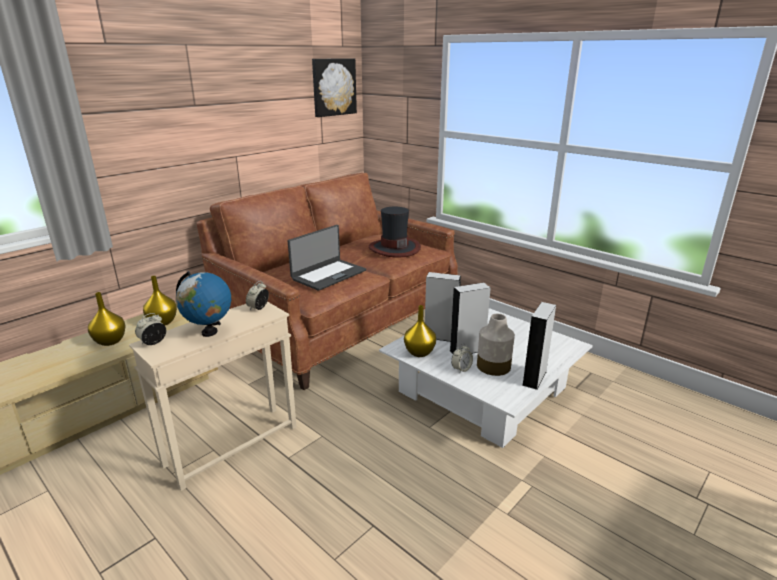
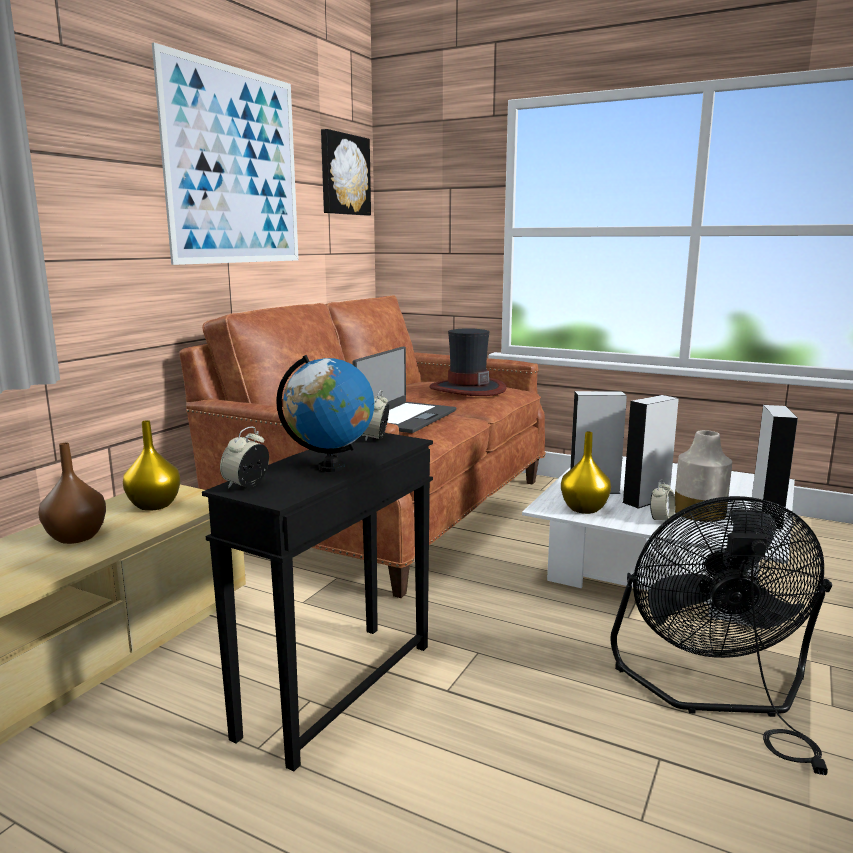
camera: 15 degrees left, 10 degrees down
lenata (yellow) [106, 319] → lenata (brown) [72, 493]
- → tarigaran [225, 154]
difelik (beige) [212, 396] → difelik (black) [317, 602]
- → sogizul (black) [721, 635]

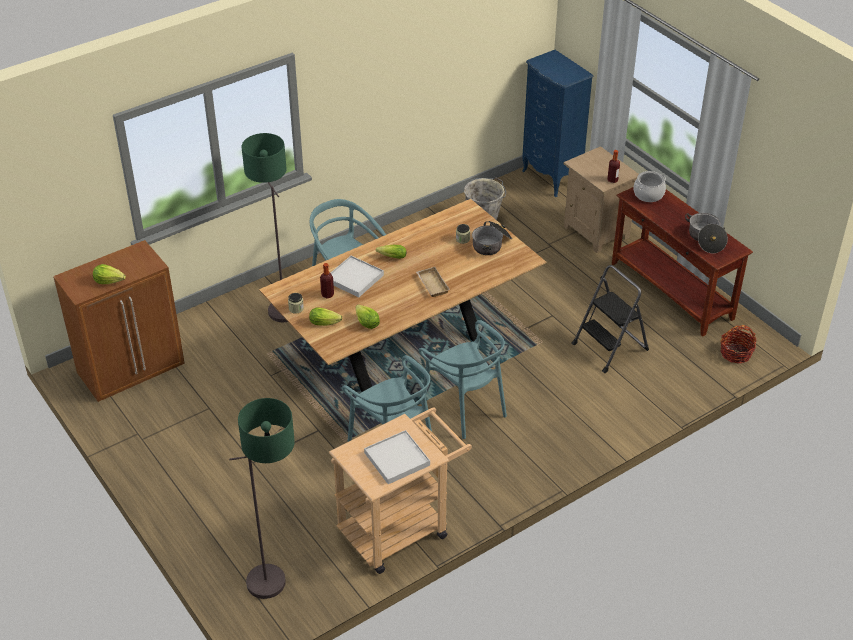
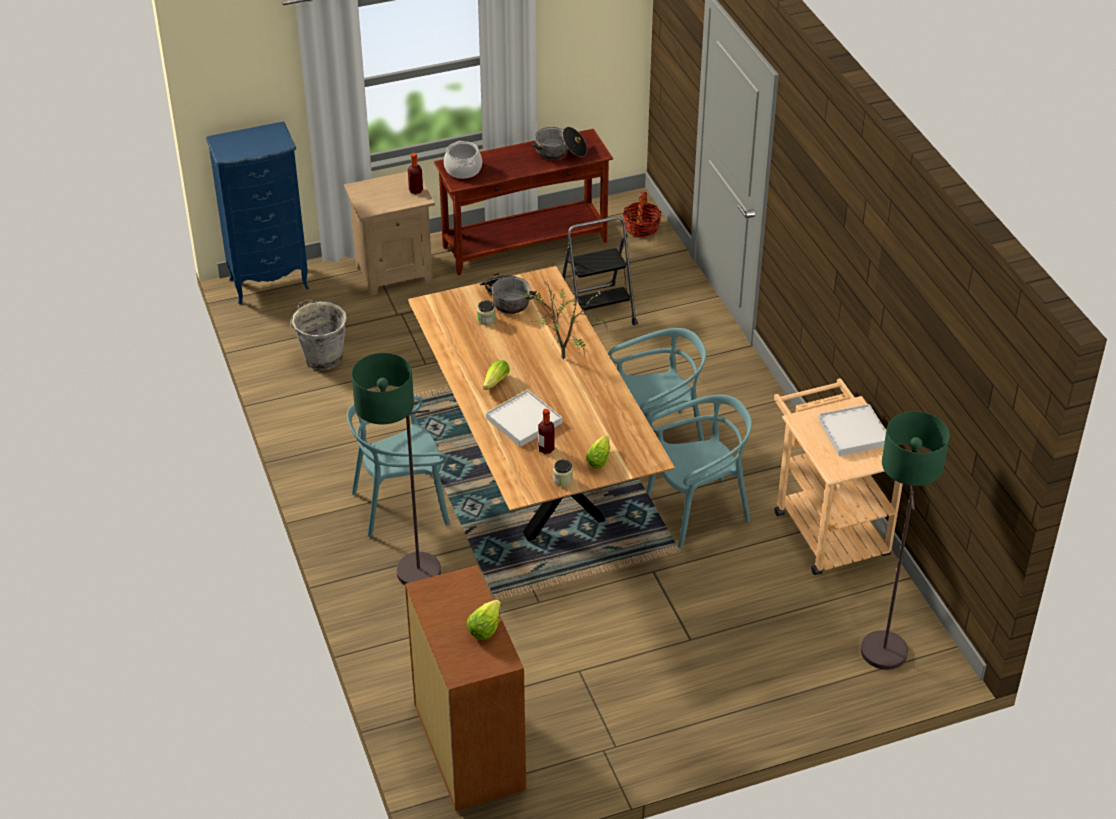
camera: 75 degrees left, 0 degrees up
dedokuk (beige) [433, 282] → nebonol [564, 319]
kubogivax [368, 316] → -

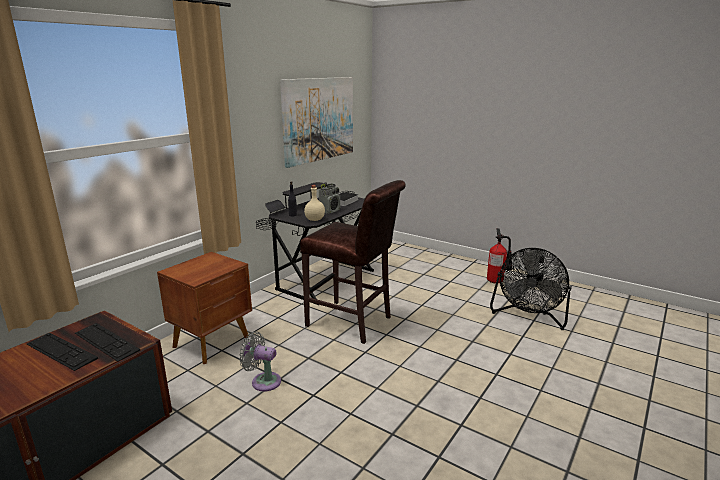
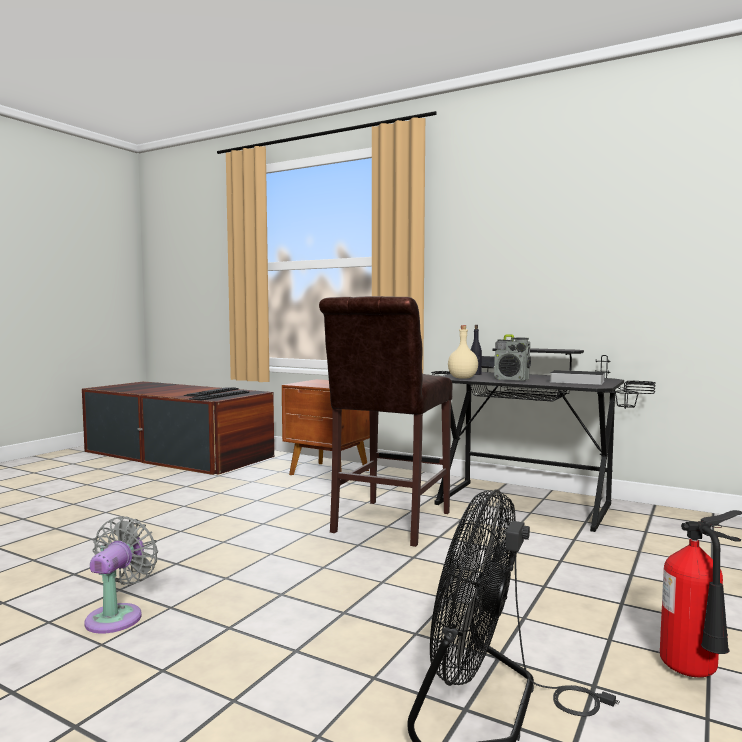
camera: 85 degrees right, 15 degrees down
sogizul (grey) [260, 361] → sogizul (grey) [121, 575], shifted
tarigaran [316, 122] → -

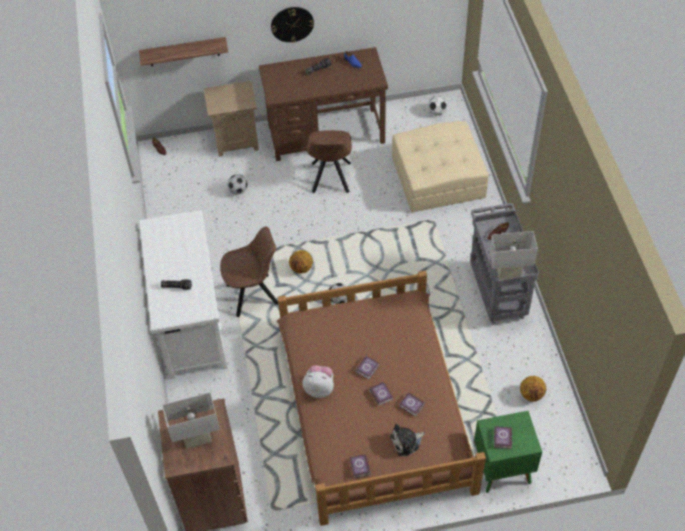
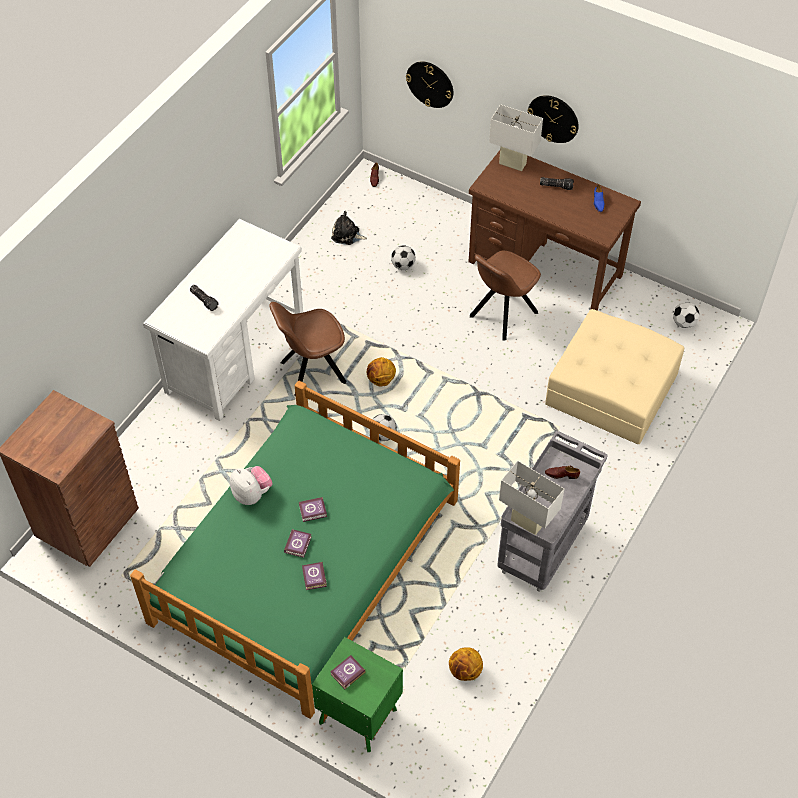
camera: 40 degrees right, 0 degrees up
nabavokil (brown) [381, 398] → nabavokil (green) [295, 550]
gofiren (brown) [249, 271] → gofiren (brown) [308, 349], 135 degrees clockwise
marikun [407, 440] → marikun [349, 228], shifted
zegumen [183, 51] → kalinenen [429, 84]
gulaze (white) [191, 420] → gulaze (white) [516, 137], shifted
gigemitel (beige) [231, 119] → -
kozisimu [360, 466] → -

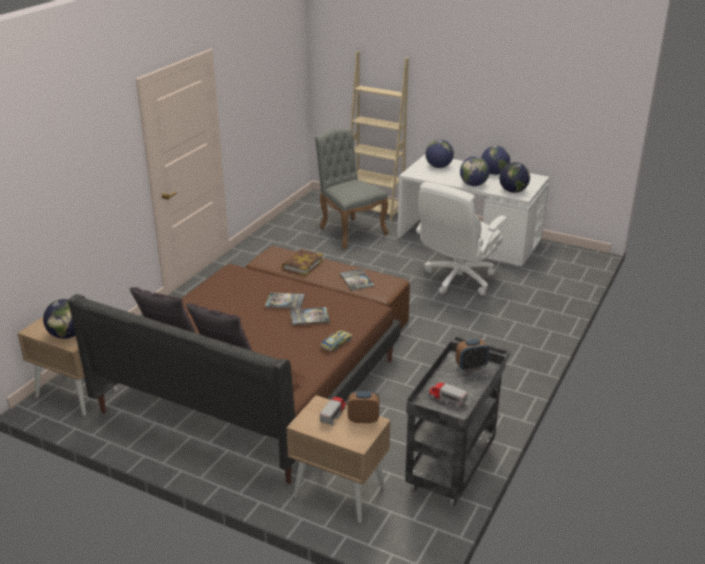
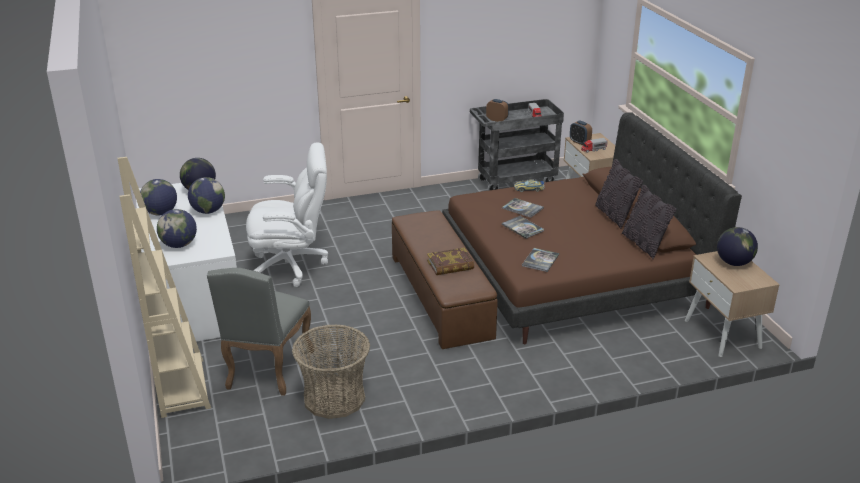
camera: 135 degrees left, 0 degrees up
- → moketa [331, 371]
kozisimu [357, 280] → kozisimu [540, 260], shifted

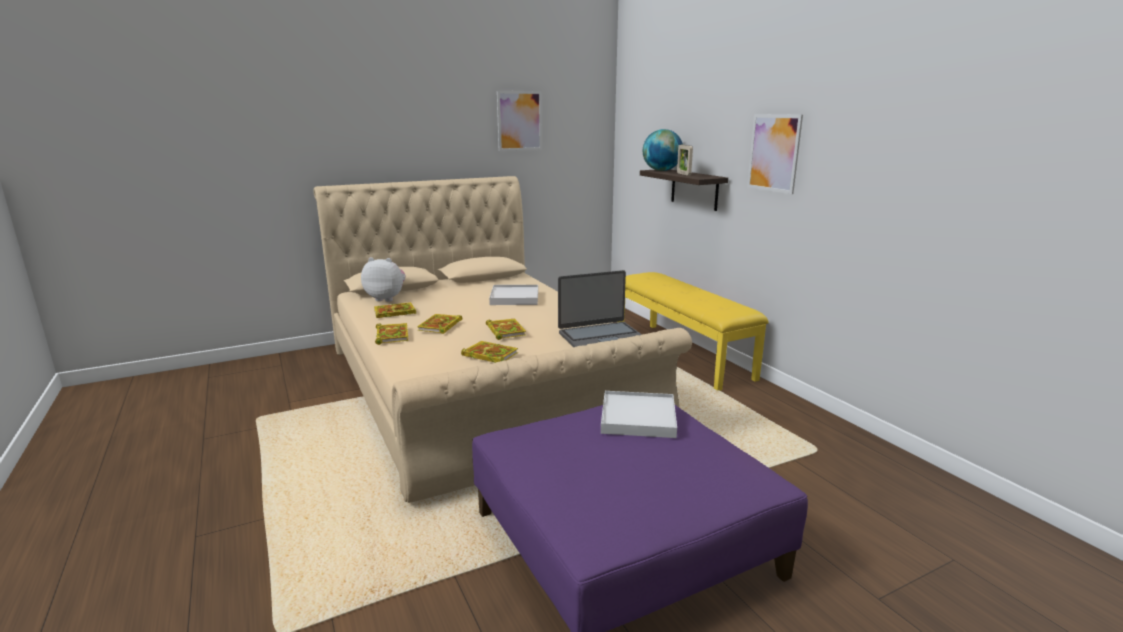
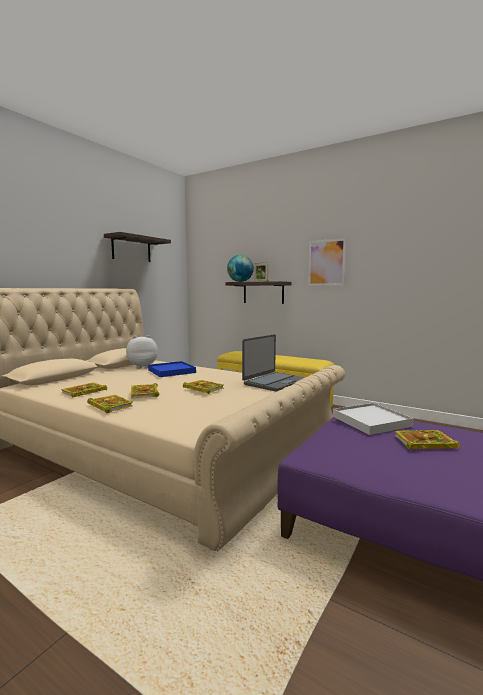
camera: 30 degrees left, 10 degrees down
tarigaran [519, 121] → zegumen [137, 247]
marikun [383, 279] → marikun [142, 351], shifted
dedokuk (white) [513, 295] → dedokuk (blue) [172, 369]
kozisimu [489, 352] → kozisimu [427, 439], shifted

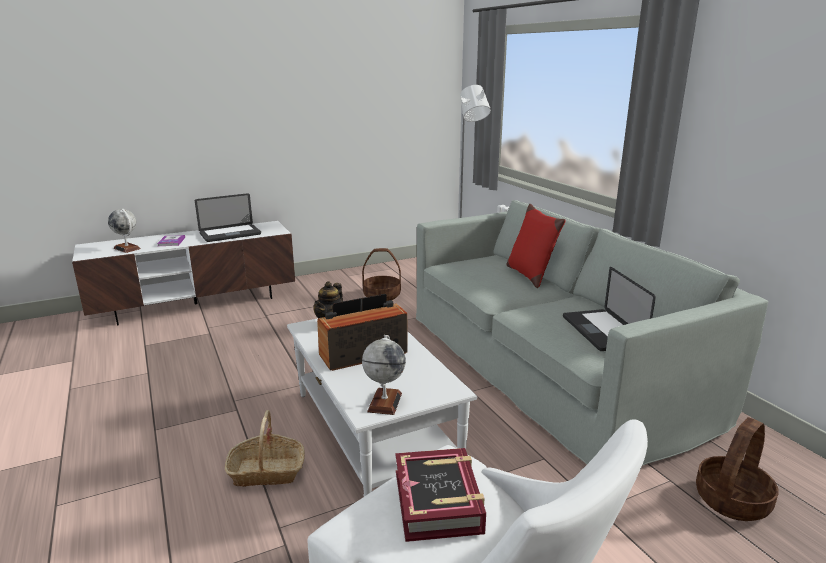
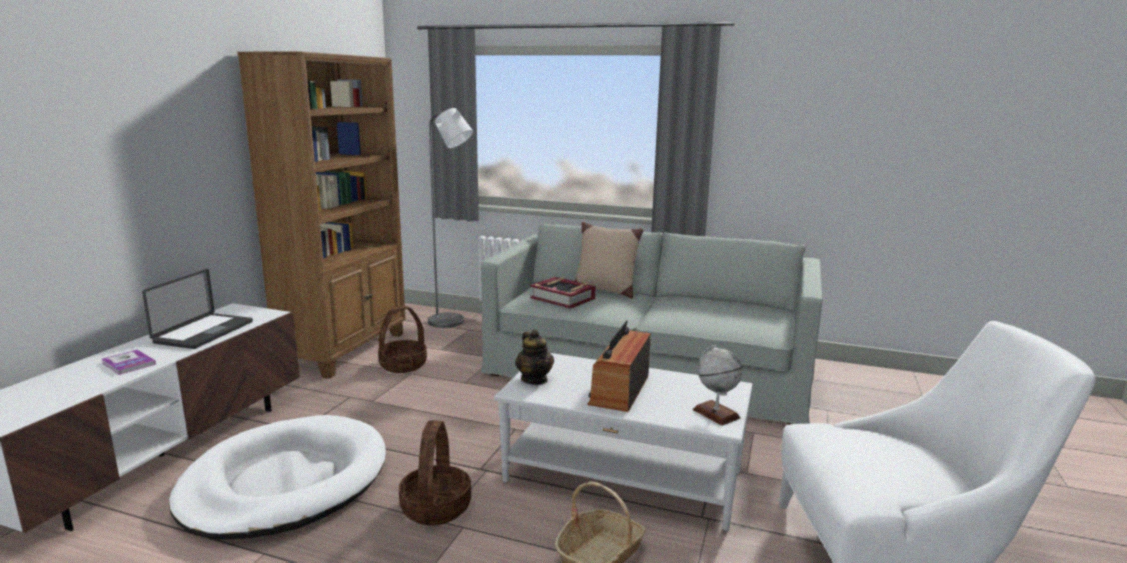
camera: 45 degrees left, 5 degrees down
- → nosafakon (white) [277, 477]
- → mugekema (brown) [322, 215]
moketa [737, 469] → moketa [435, 472], shifted
kozisimu [441, 495] → kozisimu [563, 293], shifted
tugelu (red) [536, 246] → tugelu (beige) [609, 260]
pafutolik [124, 231] → -
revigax [609, 309] → -

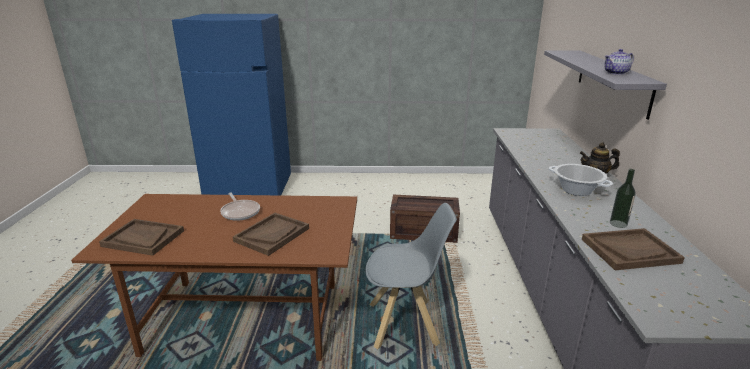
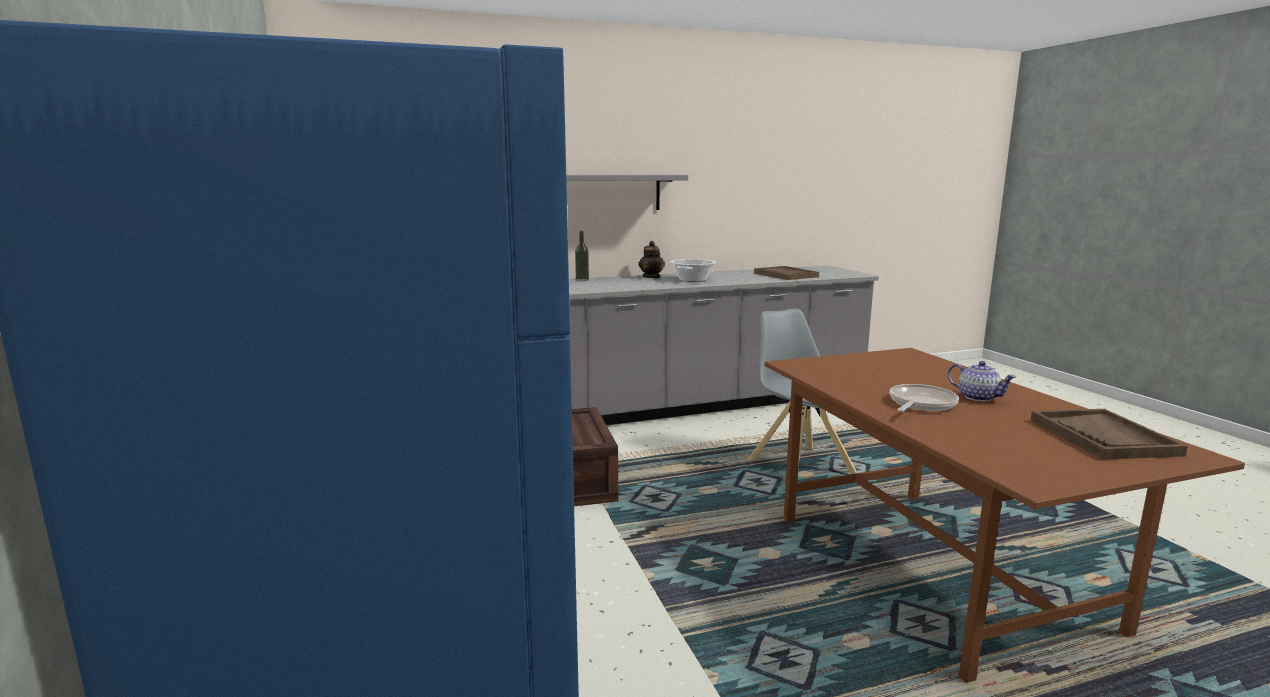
camera: 110 degrees left, 10 degrees down
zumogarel [623, 198] → zumogarel [582, 256], shifted
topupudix [619, 62] → topupudix [982, 381], shifted
dedokuk (brown) [271, 234] → -

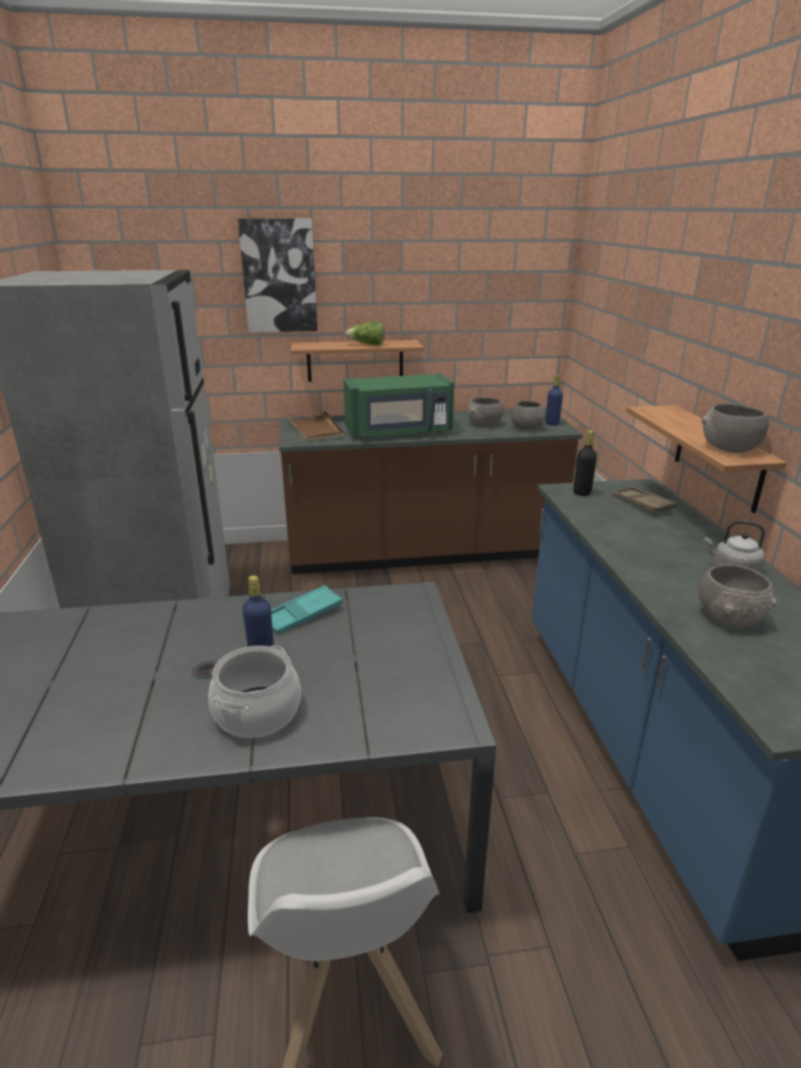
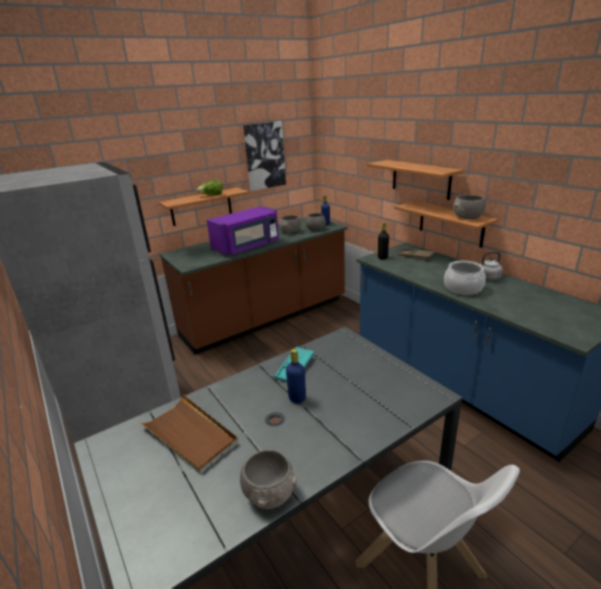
camera: 25 degrees left, 0 degrees up
dedokuk (brown) [314, 426] → dedokuk (brown) [188, 433], shifted
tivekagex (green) [399, 406] → tivekagex (purple) [243, 230]
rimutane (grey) [738, 596] → rimutane (grey) [268, 479], shifted
tarigaran [277, 275] → tarigaran [264, 156], shifted
- → zegumen [415, 180]
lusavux [254, 691] → lusavux [465, 278], shifted

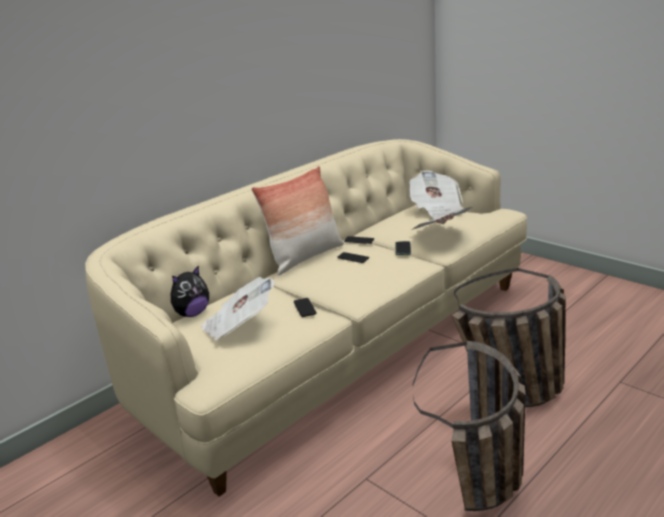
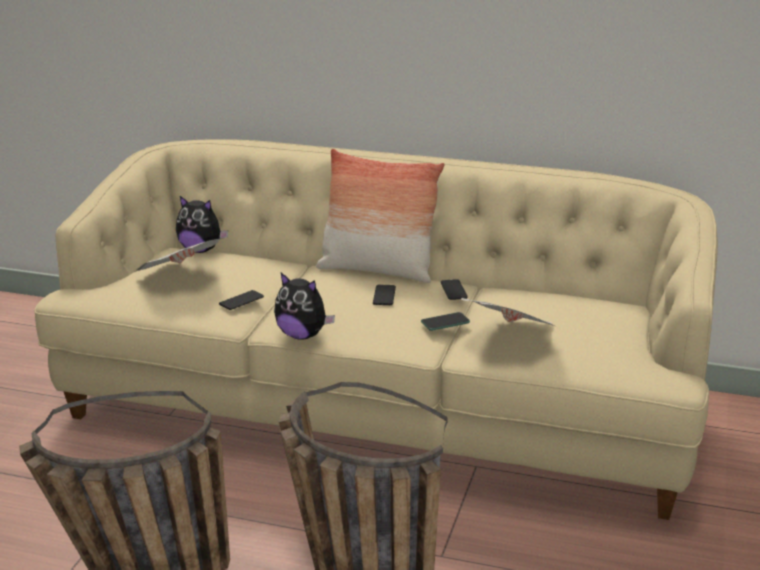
camera: 60 degrees right, 0 degrees up
- → marikun [304, 306]
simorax [436, 195] → -

